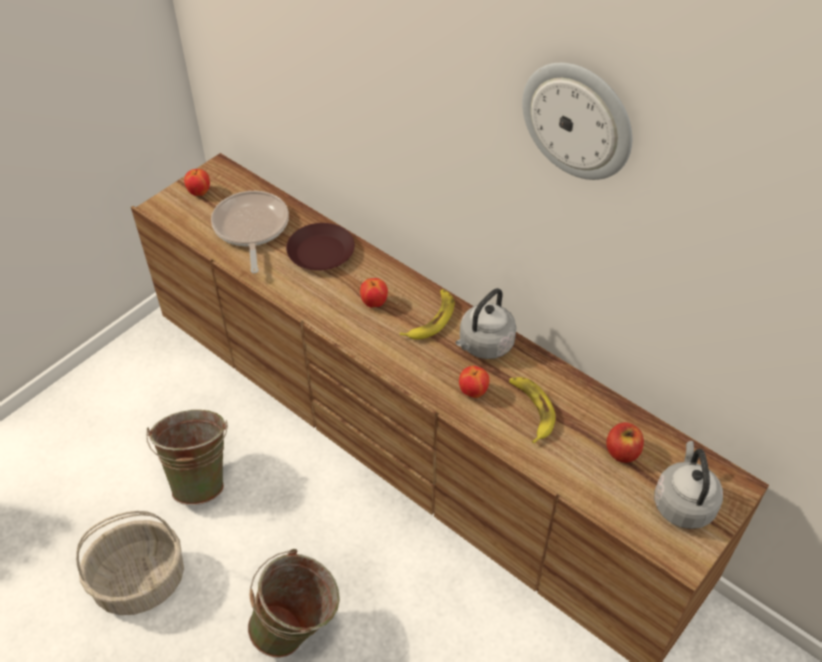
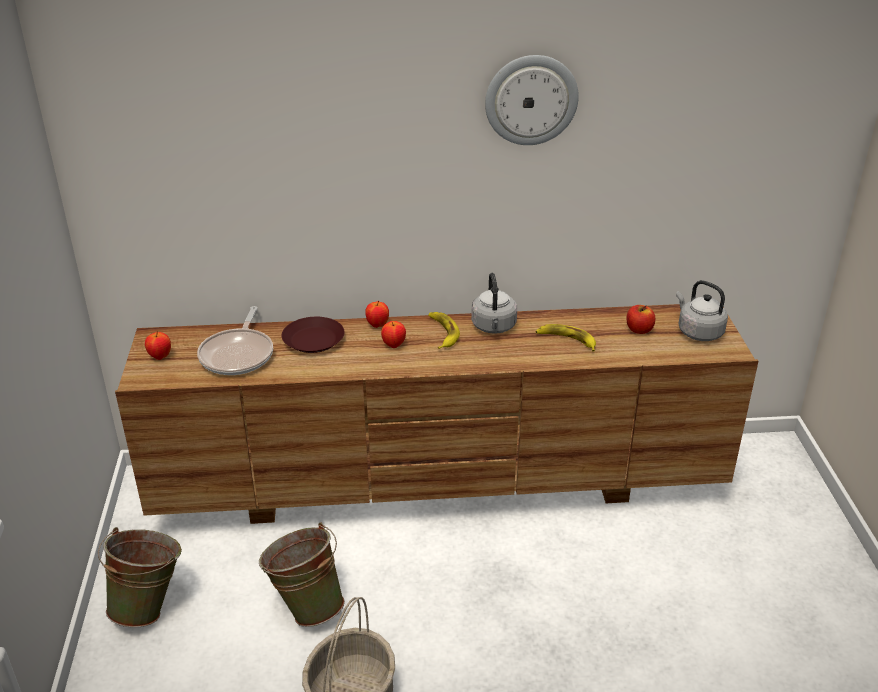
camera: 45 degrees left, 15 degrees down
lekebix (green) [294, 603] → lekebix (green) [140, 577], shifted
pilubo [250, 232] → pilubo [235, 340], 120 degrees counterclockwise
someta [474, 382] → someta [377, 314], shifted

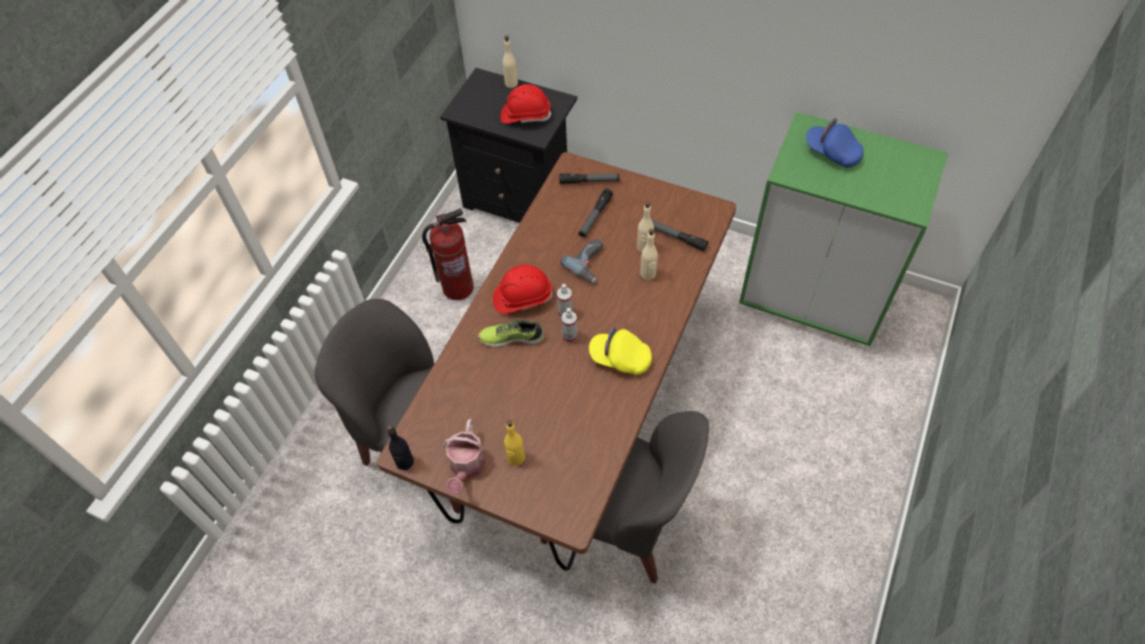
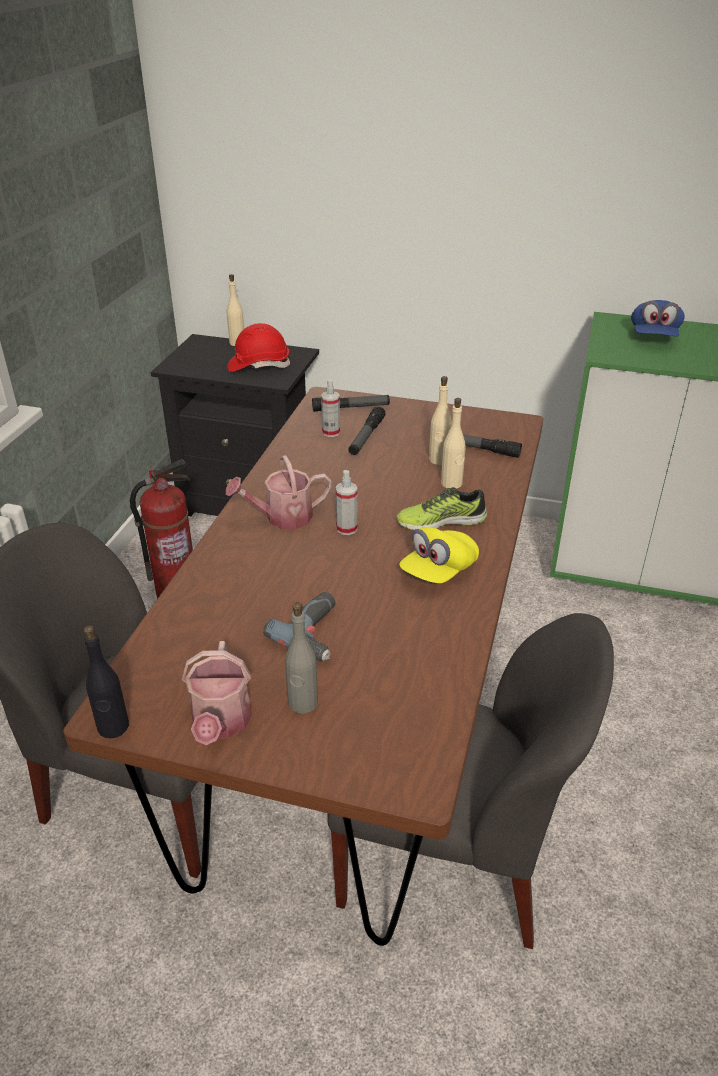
camera: 10 degrees left, 20 degrees down
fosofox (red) [522, 289] → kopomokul [279, 492]
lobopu [581, 261] → lobopu [299, 627], shifted
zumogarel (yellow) [514, 443] → zumogarel (grey) [301, 658]
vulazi [569, 325] → vulazi [330, 408], shifted
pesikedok [511, 333] → pesikedok [442, 508], shifted
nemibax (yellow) [620, 351] → nemibax (yellow) [439, 555], 60 degrees counterclockwise
nemibax (blue) [834, 143] → nemibax (blue) [658, 318], 105 degrees counterclockwise

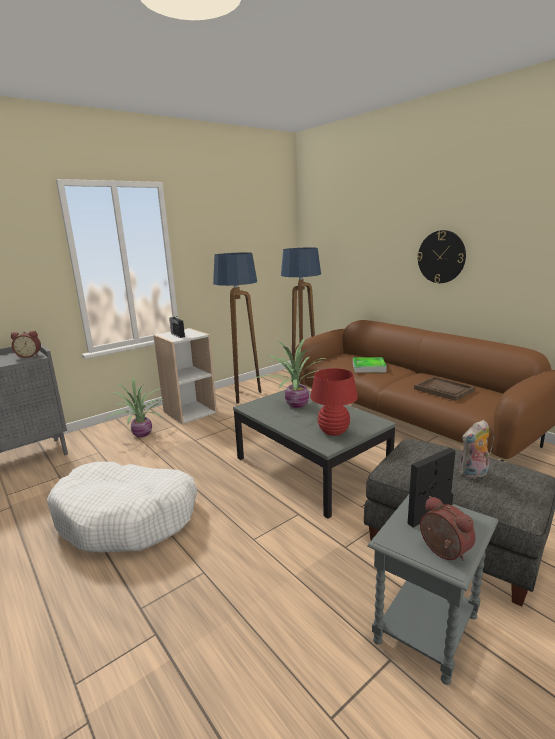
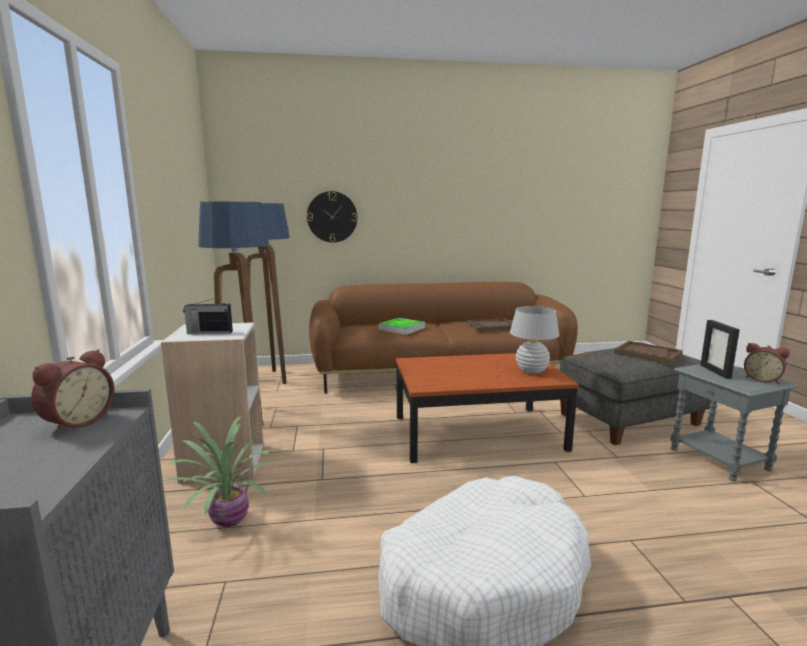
camera: 60 degrees left, 5 degrees down
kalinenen [441, 256] → kalinenen [332, 216], shifted
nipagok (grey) [314, 454] → nipagok (brown) [487, 408]
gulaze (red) [334, 402] → gulaze (white) [534, 340]
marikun [475, 449] → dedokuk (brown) [648, 353]
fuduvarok [448, 528] → fuduvarok [766, 363], 135 degrees counterclockwise
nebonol [288, 373] → -

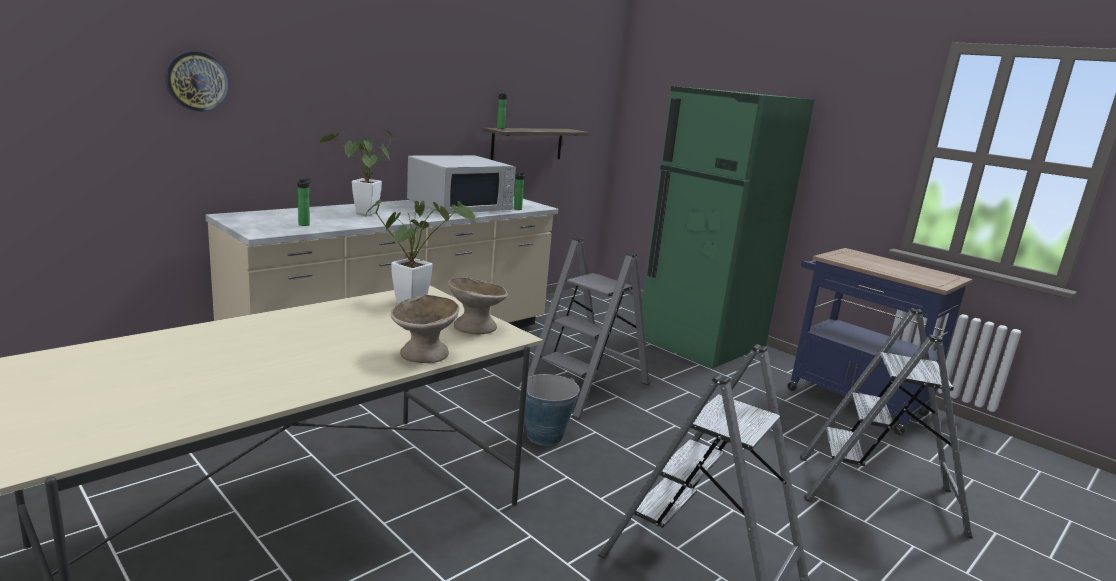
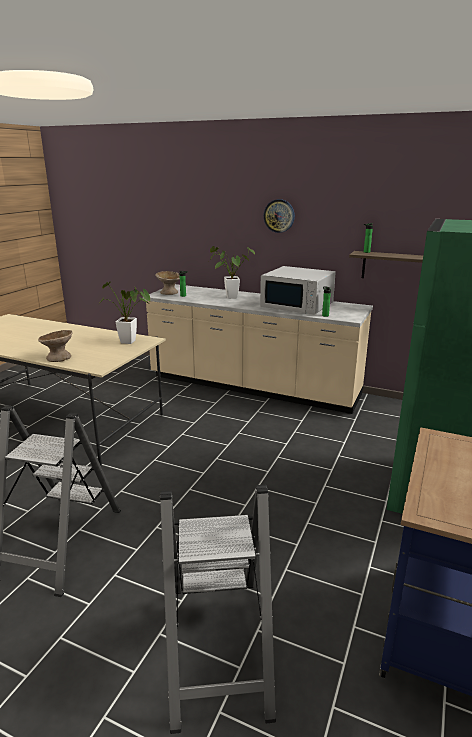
camera: 70 degrees right, 5 degrees up
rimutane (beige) [478, 305] → rimutane (beige) [168, 283], shifted
kalinenen [197, 81] → kalinenen [279, 216], shifted
lekebix [549, 410] → -
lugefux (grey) [589, 328] → -

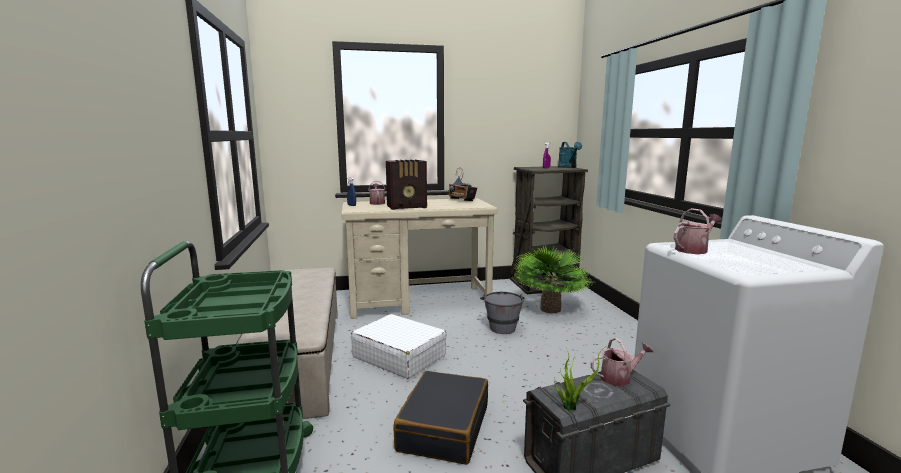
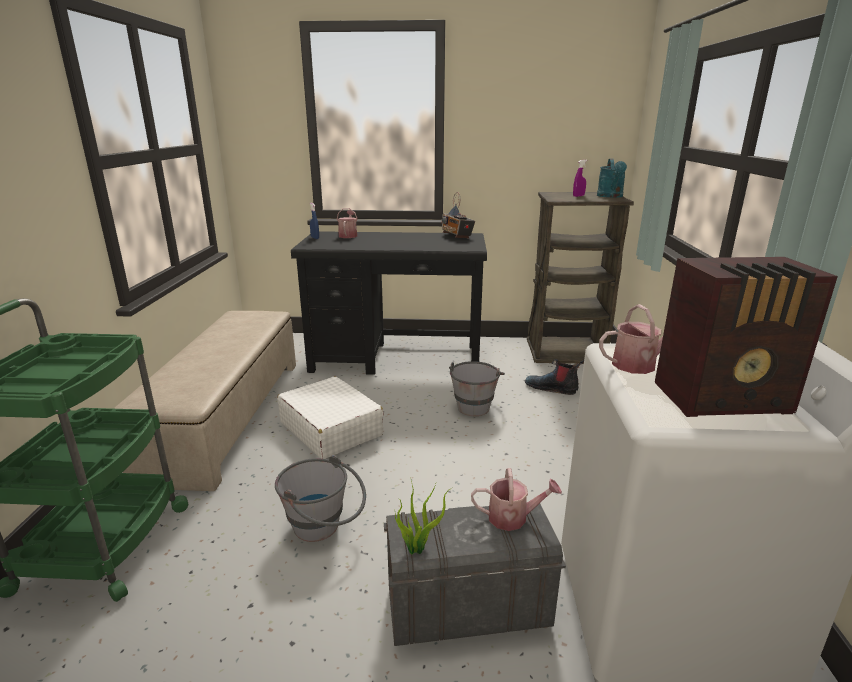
camera: 15 degrees right, 10 degrees up
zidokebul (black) [440, 418] → lekebix (grey) [320, 498]
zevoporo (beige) [419, 258] → zevoporo (black) [389, 303]
nebonol [552, 278] → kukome [554, 377]
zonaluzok [406, 185] → zonaluzok [746, 337], shifted

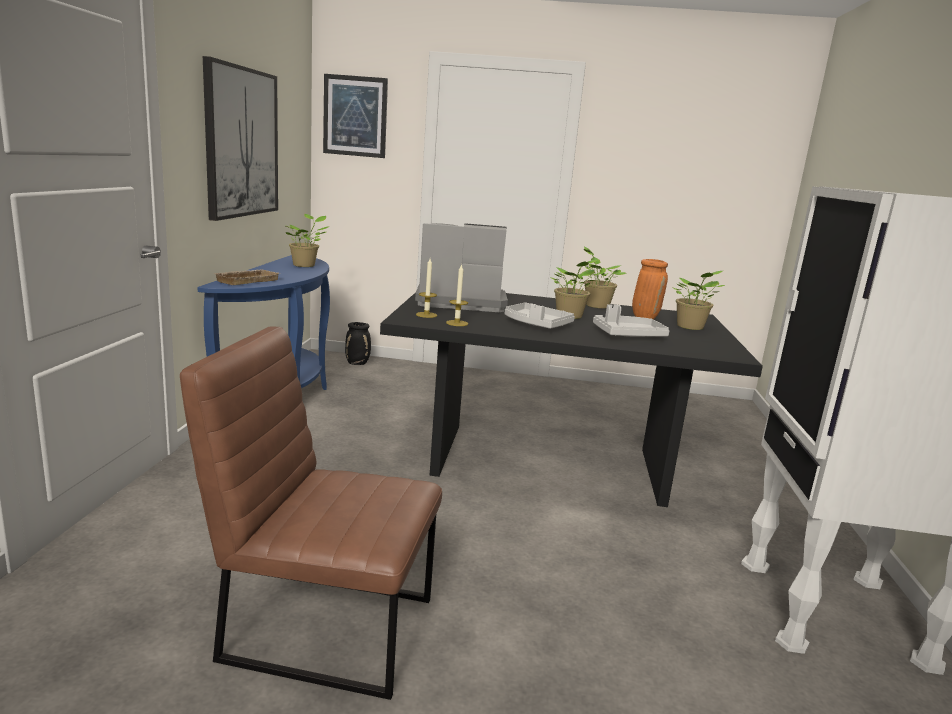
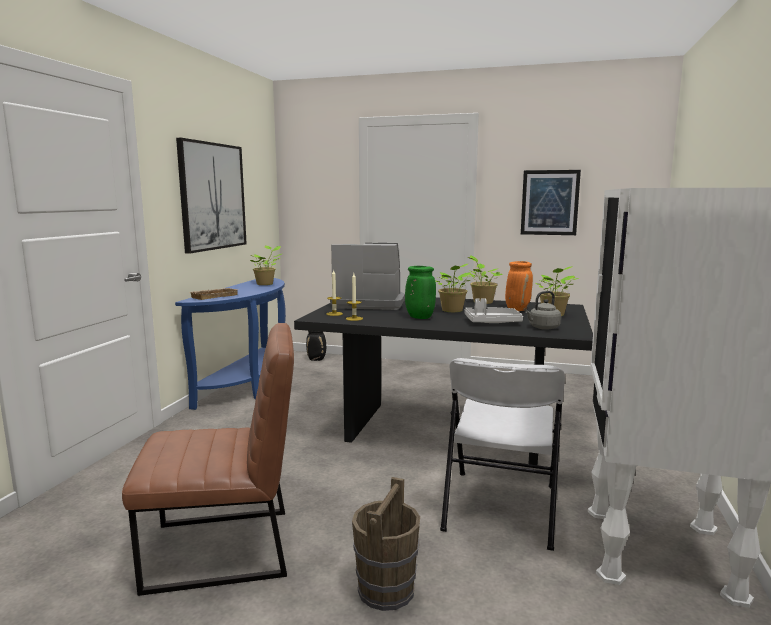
camera: 10 degrees right, 5 degrees down
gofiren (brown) [311, 513] → gofiren (brown) [208, 459], 150 degrees clockwise
- → lekebix (brown) [386, 544]
dedokuk (grey) [540, 315] → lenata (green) [420, 292]
- → gofiren (white) [502, 454]
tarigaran [355, 116] → tarigaran [551, 202], shifted
- → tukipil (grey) [542, 310]

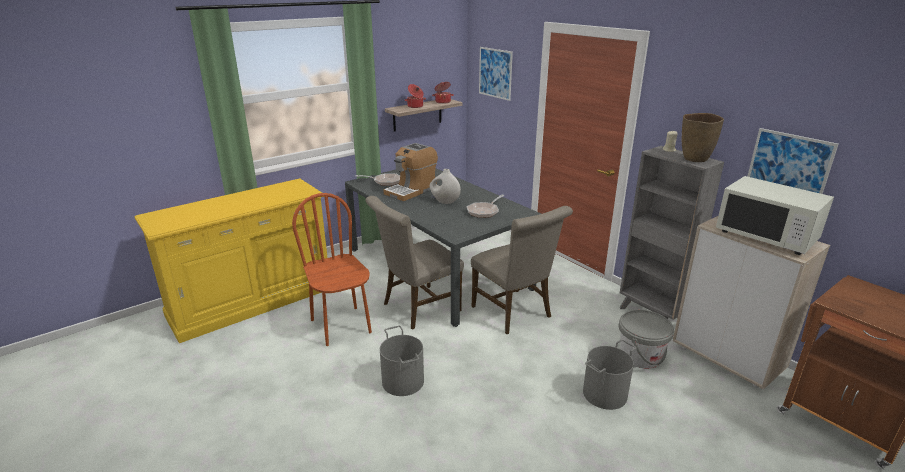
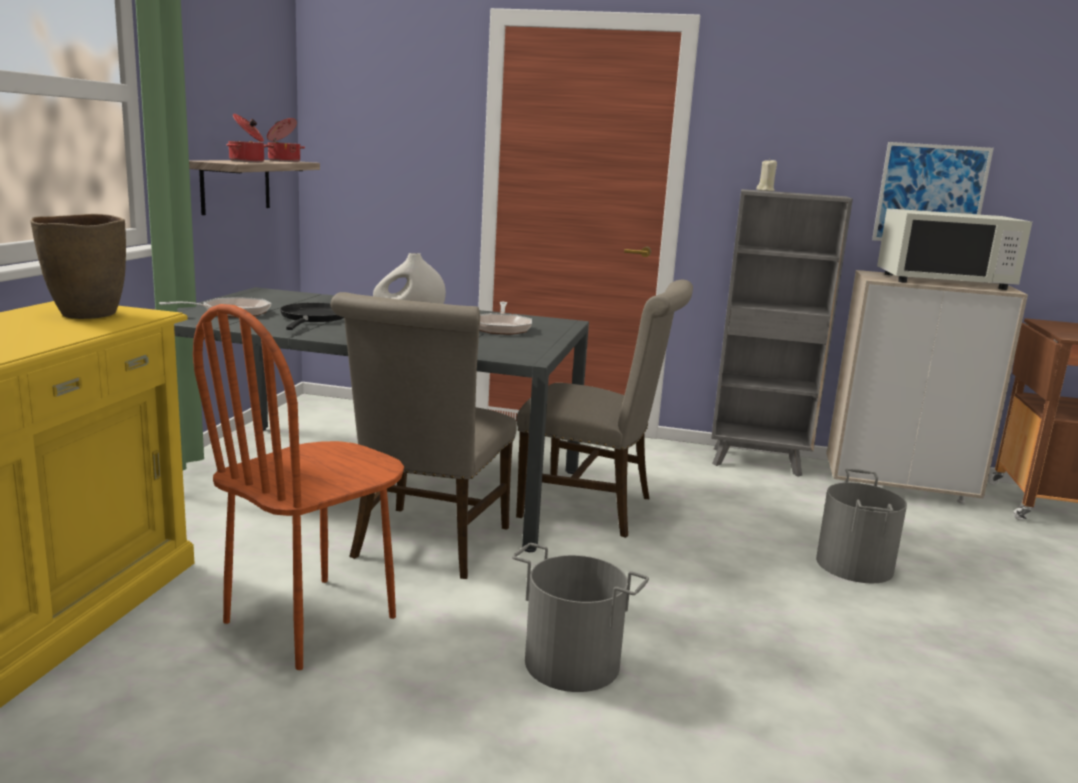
camera: 40 degrees left, 10 degrees down
lenata (brown) [703, 137] → lenata (brown) [78, 266], shifted
gofiren (brown) [332, 269] → gofiren (brown) [298, 487], 75 degrees counterclockwise
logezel [410, 172] → pilubo (black) [312, 316]
tarigaran [496, 74] → -
lekebix (grey) [646, 339] → -

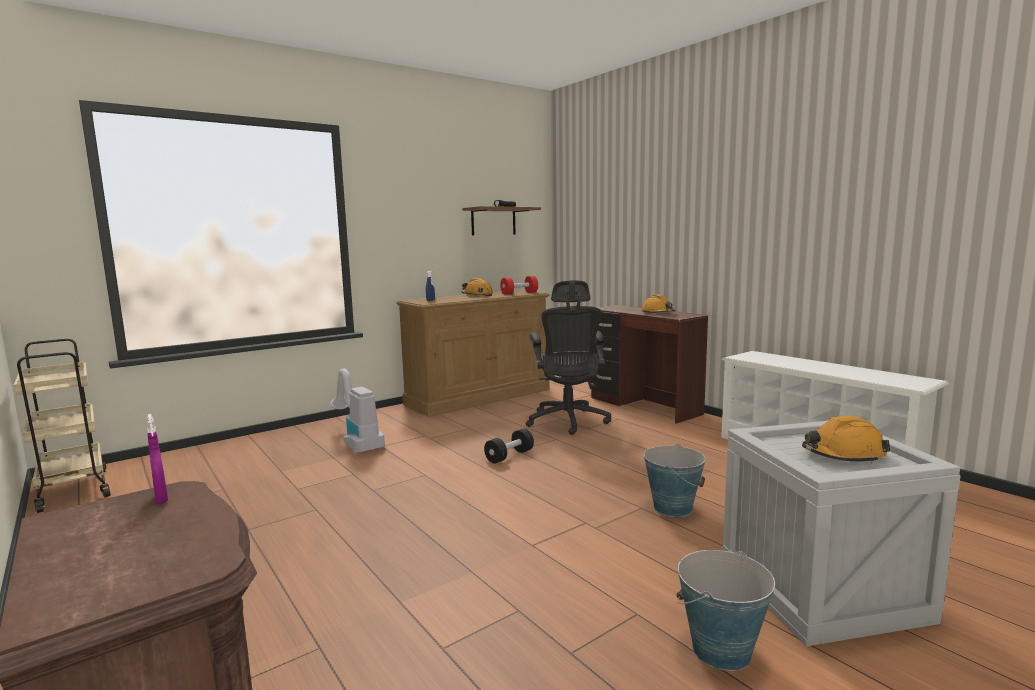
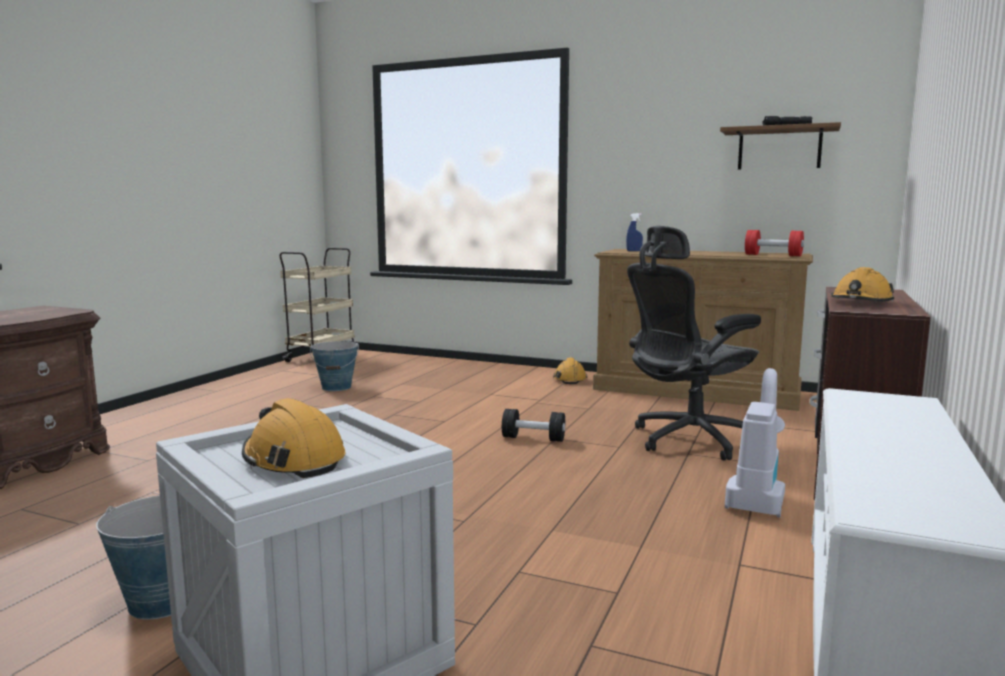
camera: 60 degrees right, 0 degrees up
lekebix [675, 480] → lekebix [334, 366], shifted
fosofox (orange) [477, 287] → fosofox (orange) [570, 371], shifted
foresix [357, 411] → foresix [755, 443], shifted
vulazi (purple) [157, 459] → -

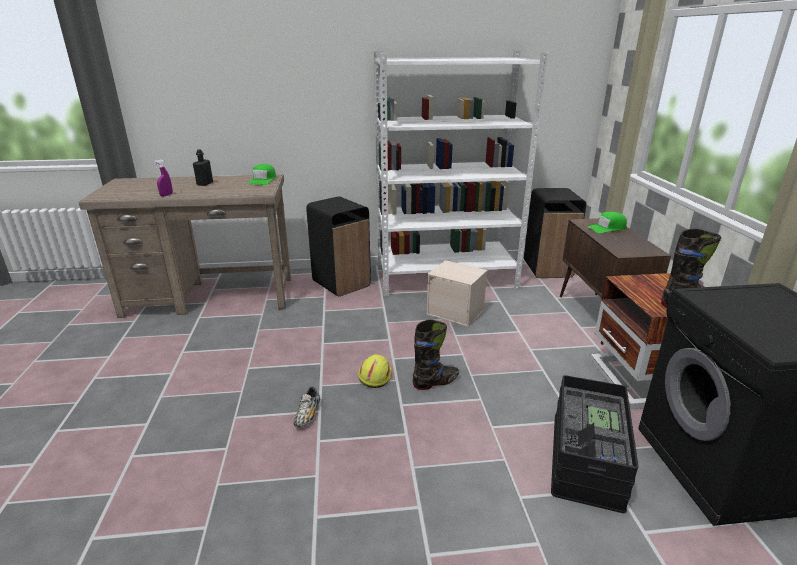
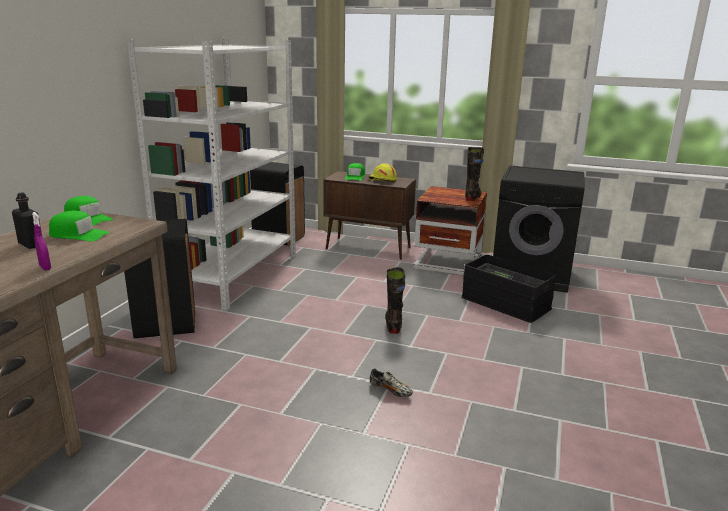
camera: 65 degrees left, 5 degrees down
- → nemibax (green) [79, 226]
fosofox (yellow) [375, 371] → fosofox (yellow) [382, 172], shifted
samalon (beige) [456, 293] → -

